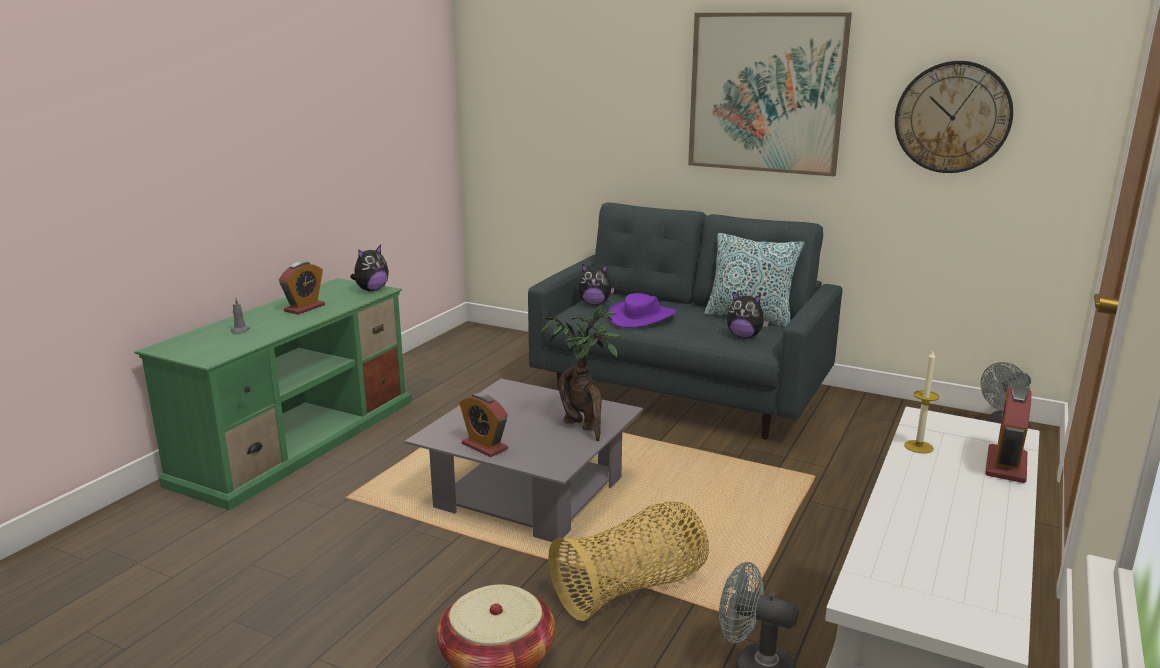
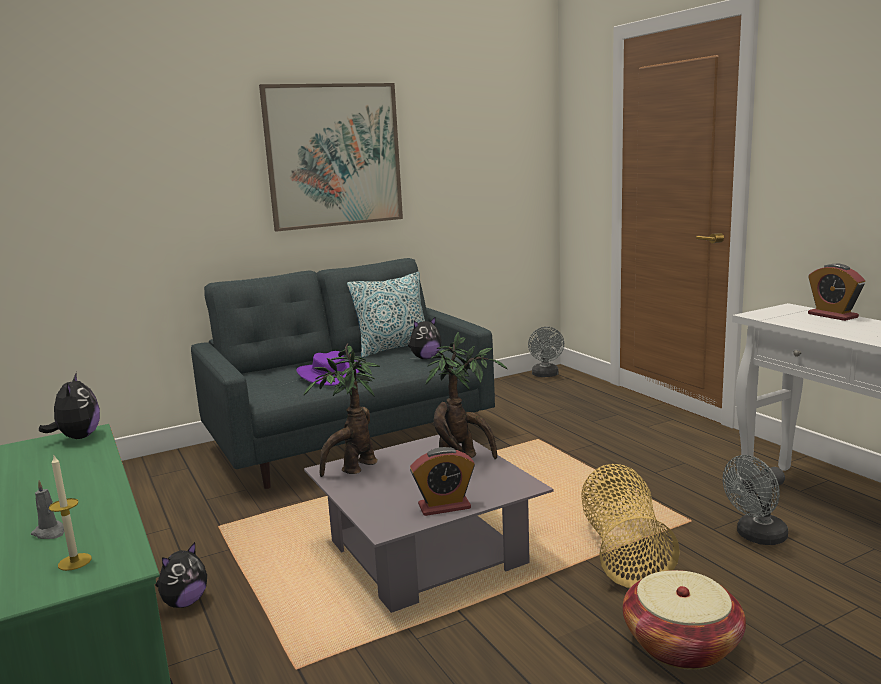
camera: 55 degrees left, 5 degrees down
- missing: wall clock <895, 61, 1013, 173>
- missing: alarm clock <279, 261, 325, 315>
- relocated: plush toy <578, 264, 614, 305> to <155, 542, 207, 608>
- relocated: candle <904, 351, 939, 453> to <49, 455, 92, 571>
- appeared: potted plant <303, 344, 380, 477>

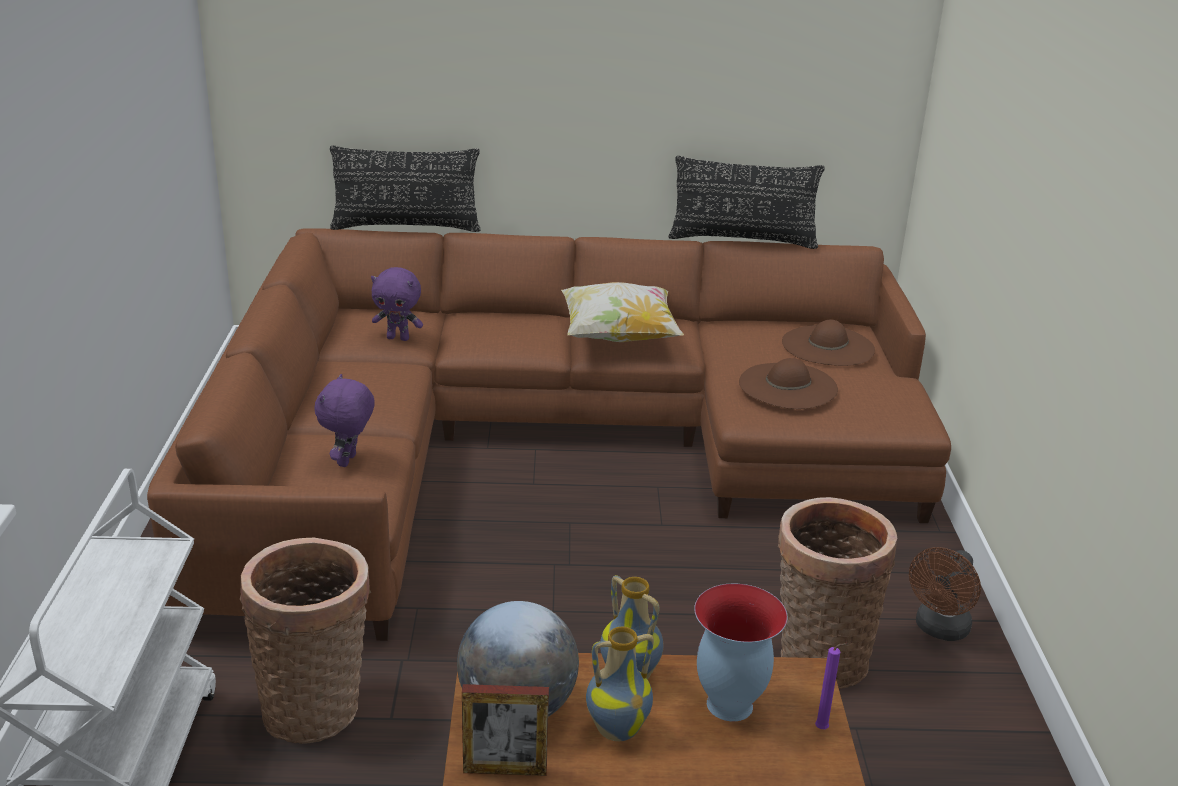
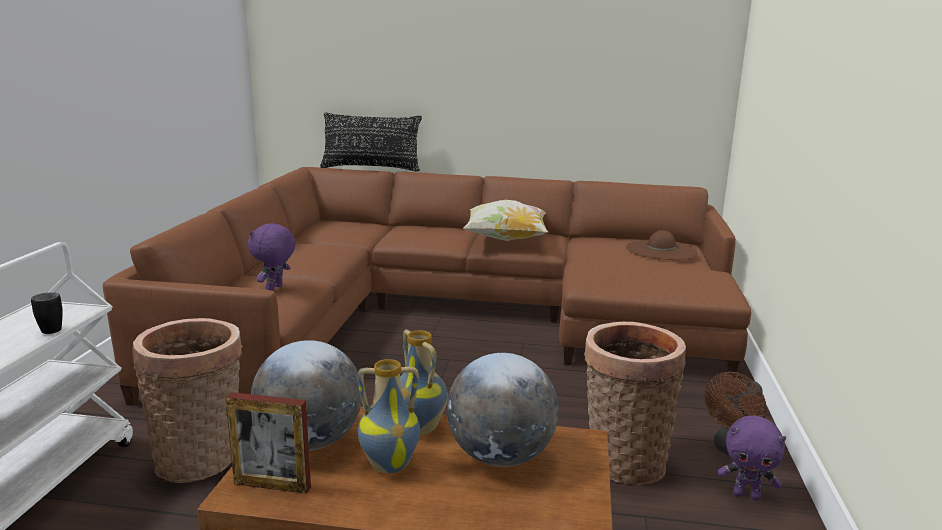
camera: 10 degrees right, 10 degrees down
- missing: pillow in black <668, 156, 825, 249>
- relocated: plush toy in purple <371, 267, 423, 341> to <718, 416, 786, 500>
- missing: hat in brown <739, 358, 838, 409>
- exchanged: vase <694, 584, 788, 722> to globe <447, 353, 559, 467>
- missing: candle in purple <815, 643, 849, 729>
- appeared: mug in black <31, 292, 63, 334>

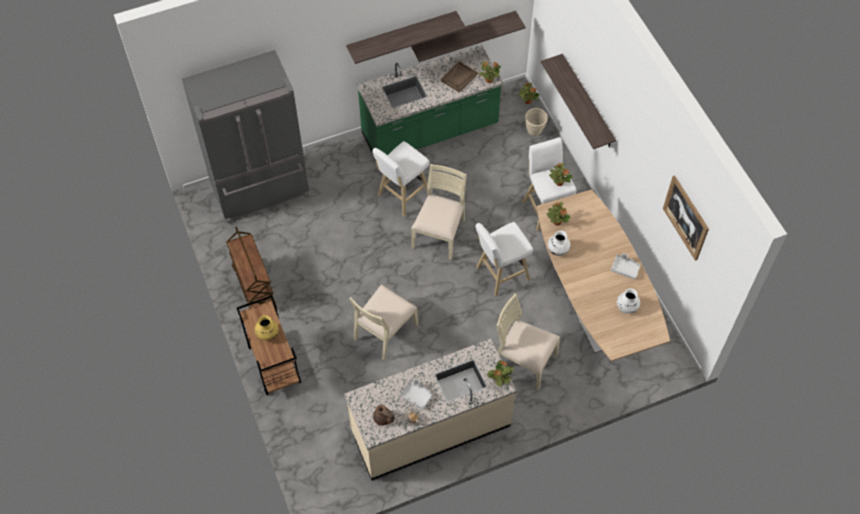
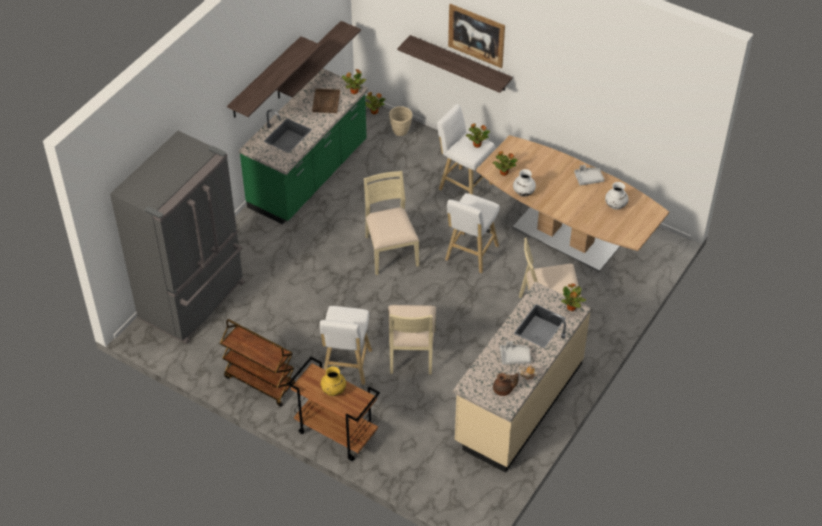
camera: 35 degrees left, 10 degrees down
- relocated: stool in white <372, 141, 430, 216> to <320, 306, 372, 385>
- relocated: picture <663, 175, 709, 261> to <448, 4, 505, 68>

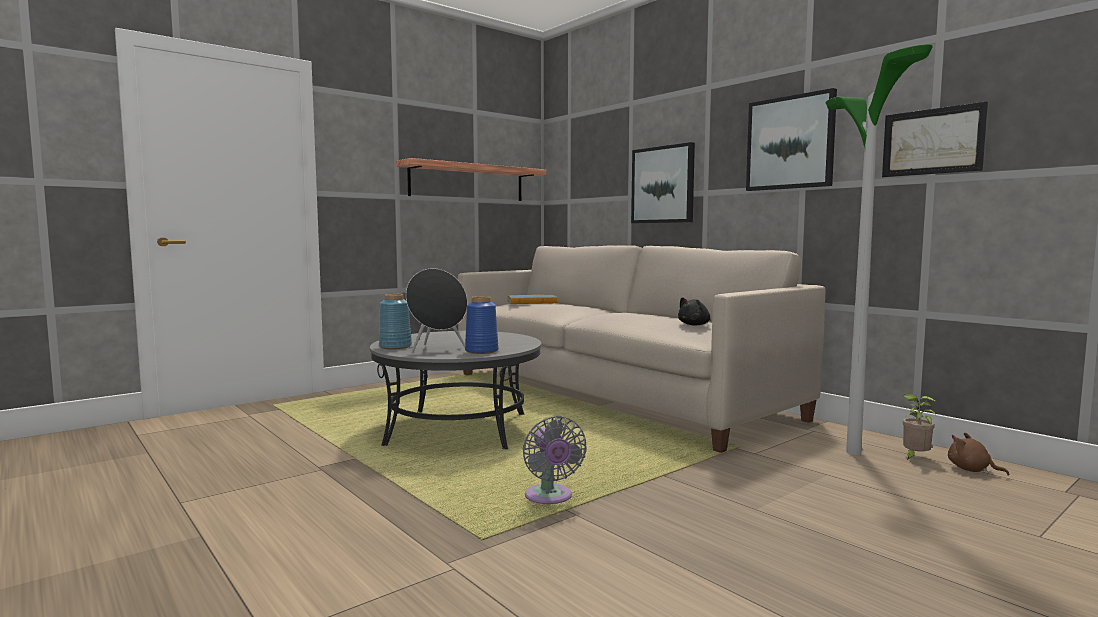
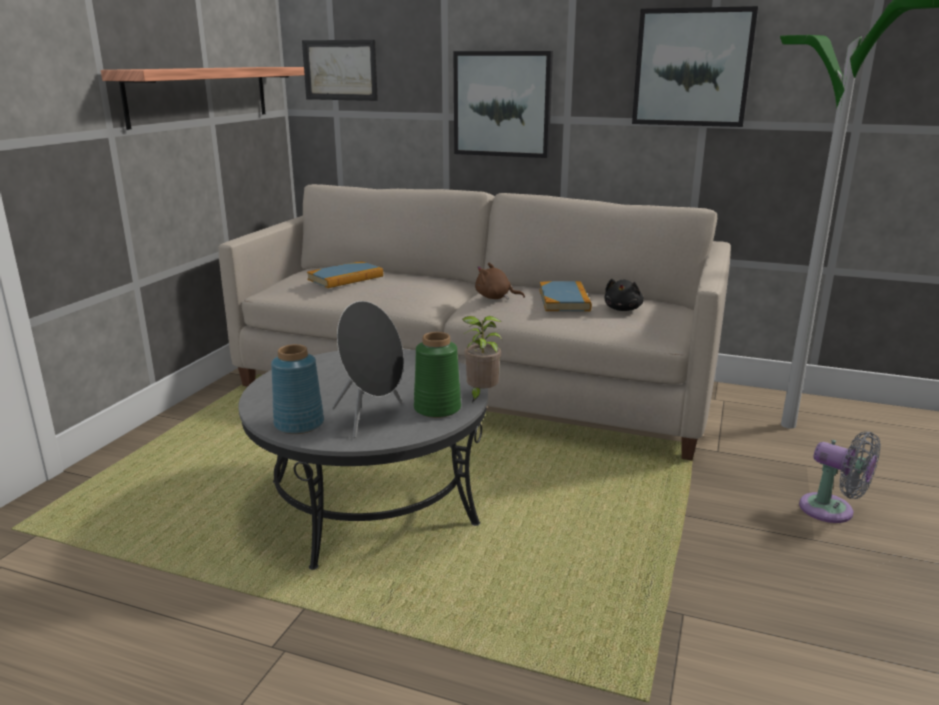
camera: 30 degrees left, 15 degrees up
- relocated: picture <882, 101, 988, 177> to <302, 40, 378, 101>
- colour: vase in blue <465, 296, 499, 354> to vase in green <414, 332, 461, 418>
- relocated: potted plant <902, 394, 936, 461> to <462, 316, 502, 404>
- relocated: fan in grey <523, 416, 587, 504> to <799, 432, 881, 523>
- relocated: plush toy in brown <948, 433, 1009, 476> to <475, 263, 525, 300>
- appeared: book <539, 281, 592, 311>

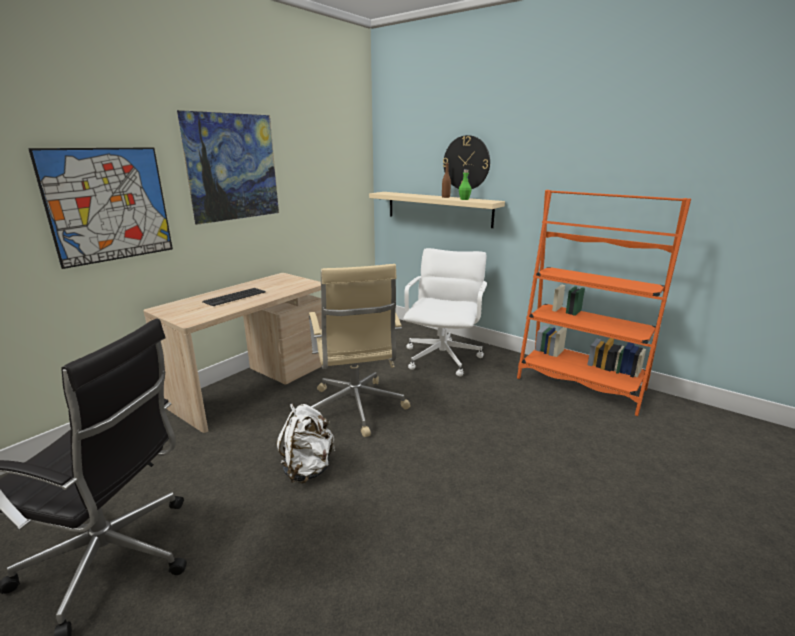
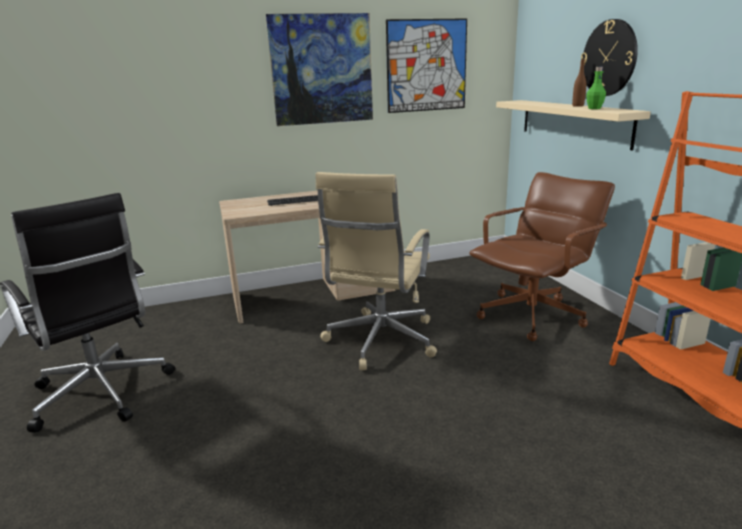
camera: 35 degrees right, 0 degrees up
- relocated: picture <28, 147, 173, 269> to <386, 18, 467, 113>
- colour: office chair in white <403, 248, 487, 376> to office chair in brown <469, 172, 615, 341>
- missing: backpack in white <277, 403, 335, 484>

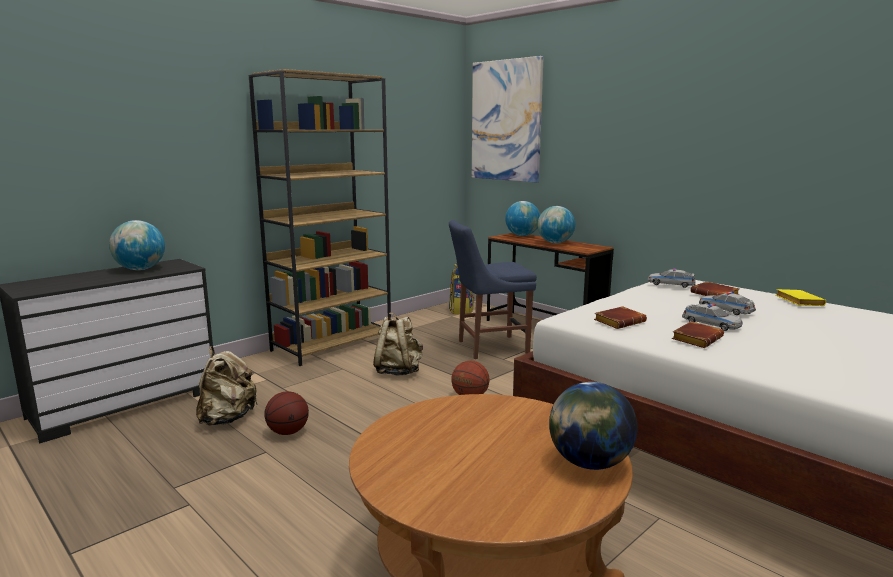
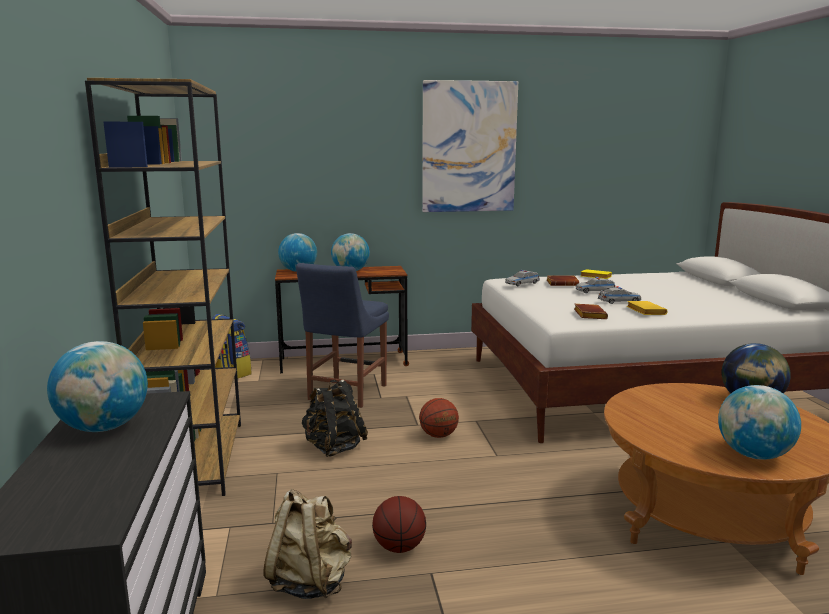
camera: 55 degrees left, 0 degrees up
- relocated: picture <472, 56, 544, 182> to <422, 80, 518, 212>
- colour: backpack in beige <373, 312, 423, 376> to backpack in black <302, 380, 368, 457>
- colour: book in brown <672, 321, 724, 348> to book in yellow <627, 301, 667, 315>
- appeared: globe <718, 385, 801, 460>

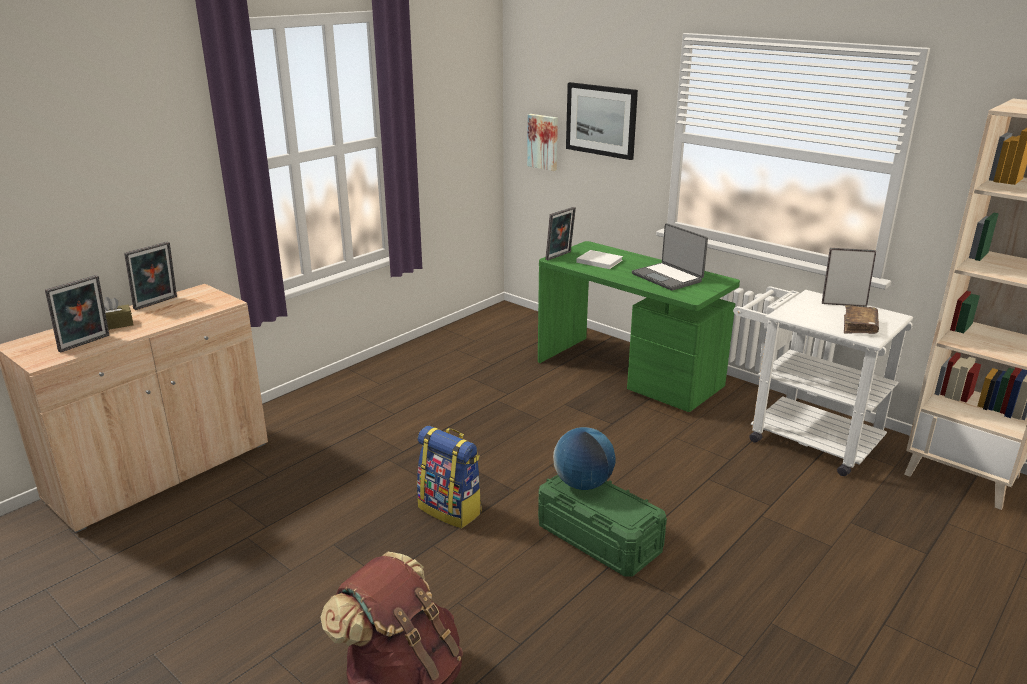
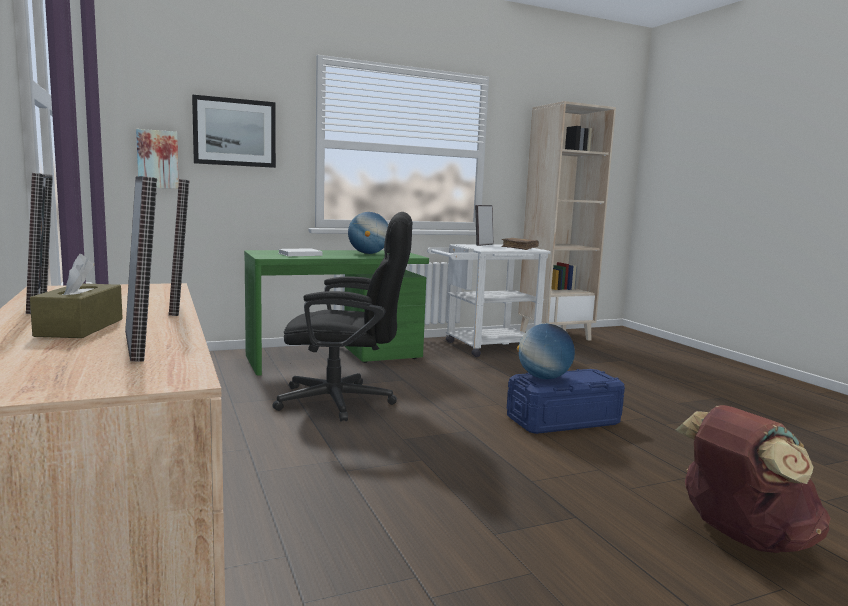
camera: 65 degrees left, 15 degrees down
- relocated: picture frame <545, 207, 576, 261> to <169, 179, 190, 316>
- exchanged: laptop <632, 223, 708, 291> to globe <348, 212, 388, 254>
- missing: backpack <417, 425, 482, 528>
- colour: storage box in green <538, 475, 667, 577> to storage box in blue <507, 369, 625, 434>
- appeared: office chair in black <272, 212, 412, 422>

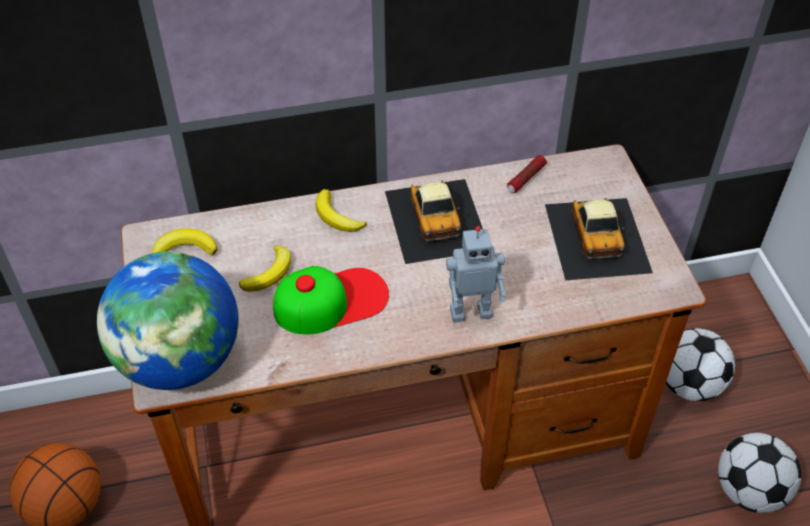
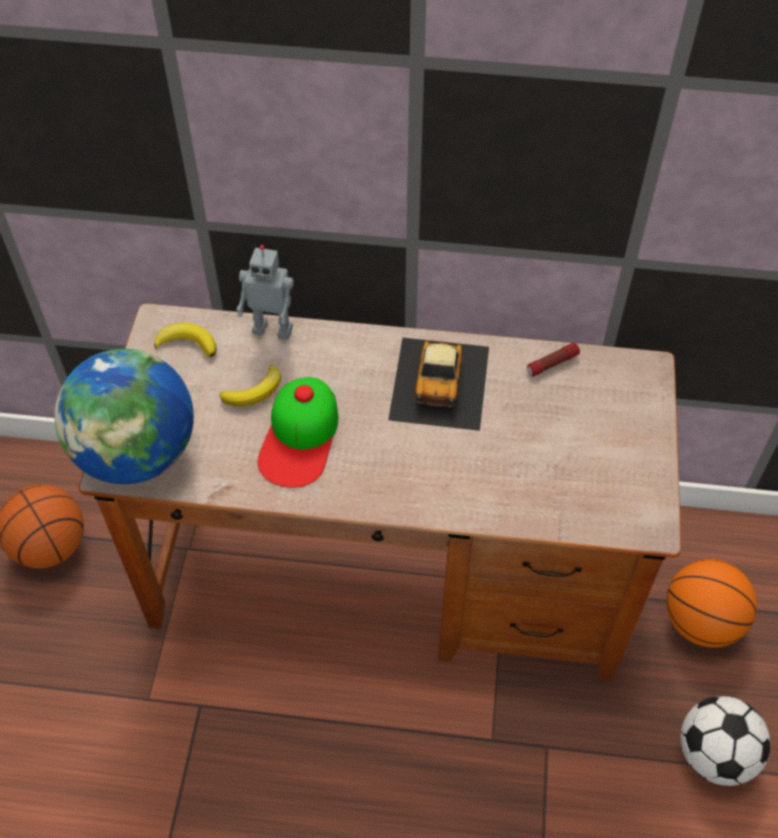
camera: 20 degrees right, 5 degrees up
- missing: banana <316, 189, 367, 232>
- missing: toy car <545, 198, 653, 280>
- relocated: toy robot <446, 226, 506, 322> to <237, 245, 294, 340>
- spun: cap <273, 266, 389, 335> = <258, 377, 338, 488> 105 degrees clockwise
- exchanged: football <666, 328, 735, 401> to basketball <666, 559, 757, 648>

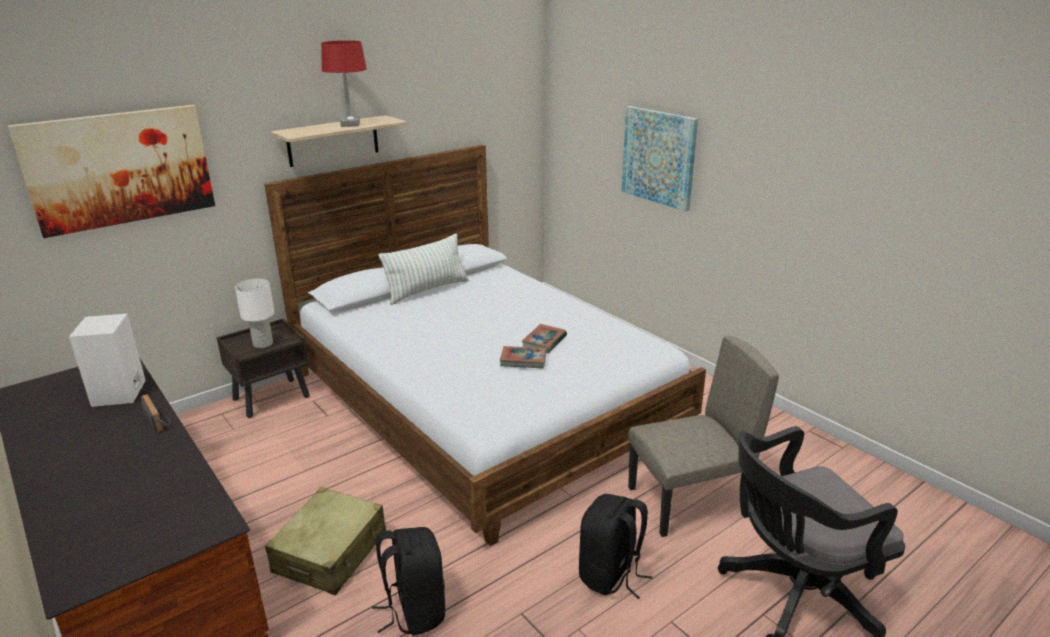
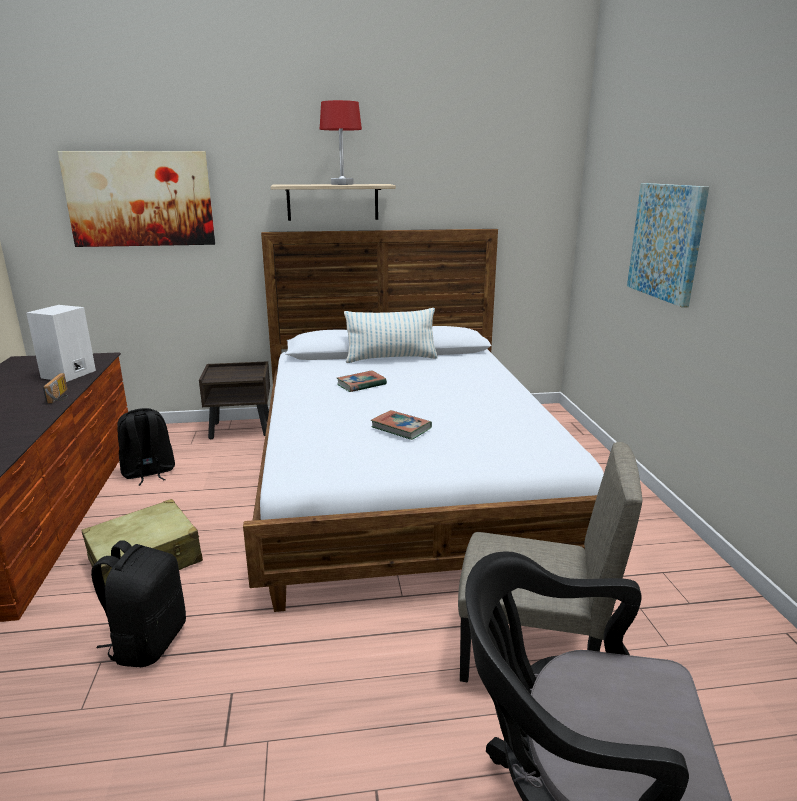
camera: 30 degrees right, 5 degrees down
- missing: table lamp in white <235, 279, 275, 348>
- relocated: book <522, 324, 567, 353> to <337, 370, 387, 392>
- relocated: backpack in black <579, 494, 652, 599> to <117, 408, 175, 486>

